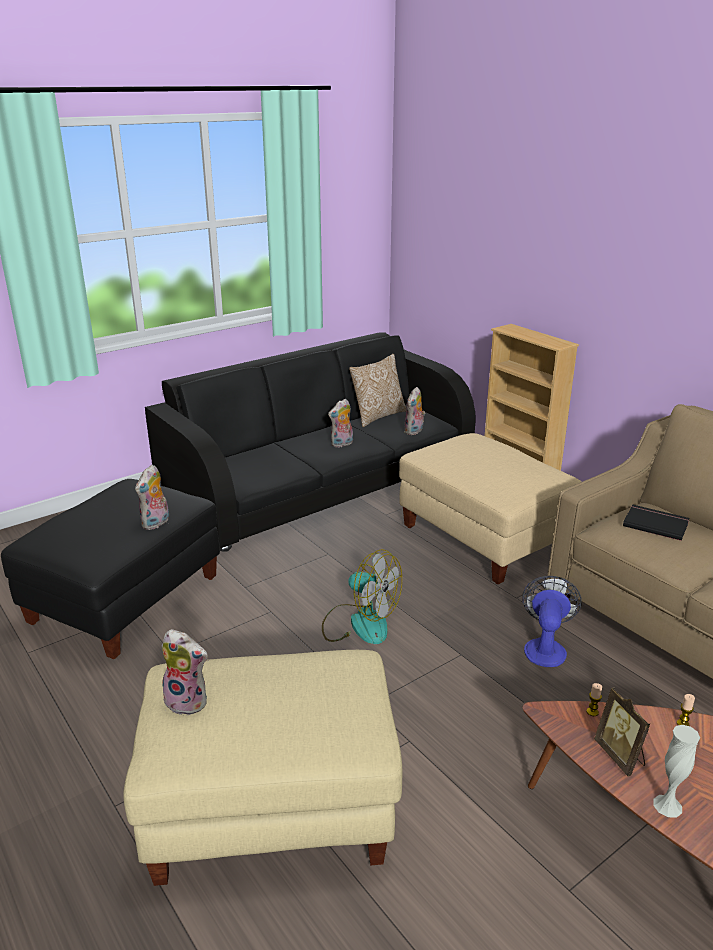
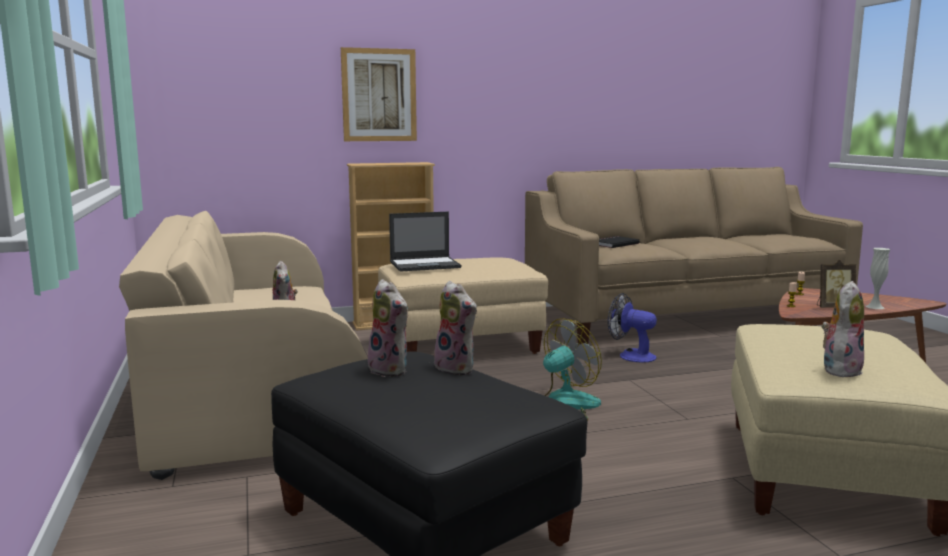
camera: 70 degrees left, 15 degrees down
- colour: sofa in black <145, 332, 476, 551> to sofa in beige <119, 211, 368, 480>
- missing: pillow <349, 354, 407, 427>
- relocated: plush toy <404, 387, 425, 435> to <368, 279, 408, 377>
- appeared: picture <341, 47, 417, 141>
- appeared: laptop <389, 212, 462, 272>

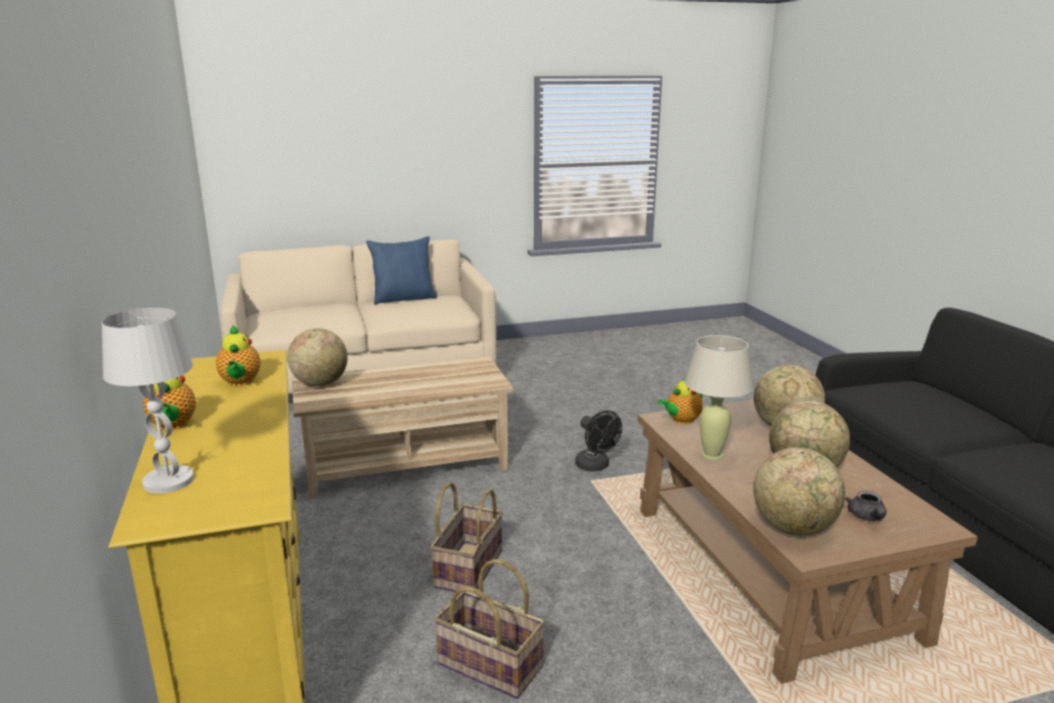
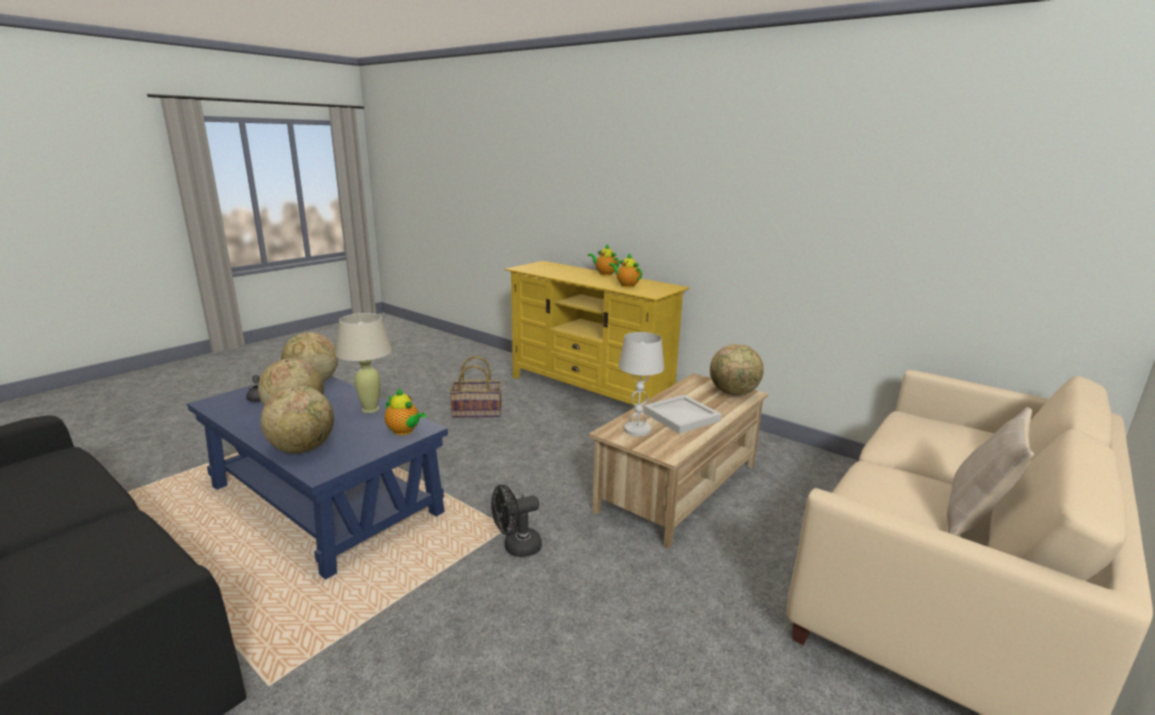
camera: 145 degrees right, 0 degrees up
- colour: pillow in blue <366, 236, 437, 304> to pillow in beige <947, 407, 1034, 536>
- relocated: table lamp in white <102, 308, 194, 494> to <618, 332, 664, 436>
- spun: teapot <658, 376, 703, 424> = <385, 388, 426, 435> 105 degrees clockwise
- colour: coffee table in brown <638, 399, 978, 684> to coffee table in blue <187, 376, 448, 580>
- spun: fan in black <575, 410, 622, 471> = <491, 485, 542, 557> 45 degrees counterclockwise
- missing: basket <430, 482, 503, 592>
- appeared: tray in white <643, 395, 722, 434>

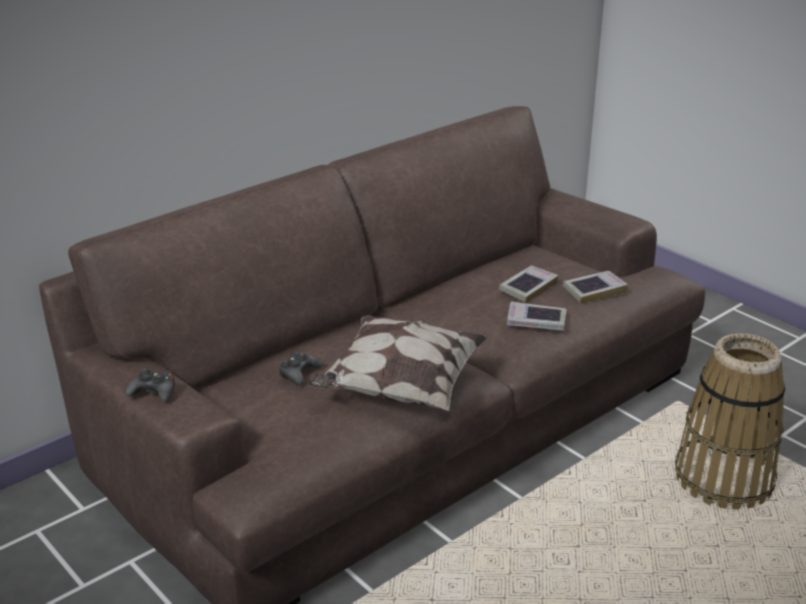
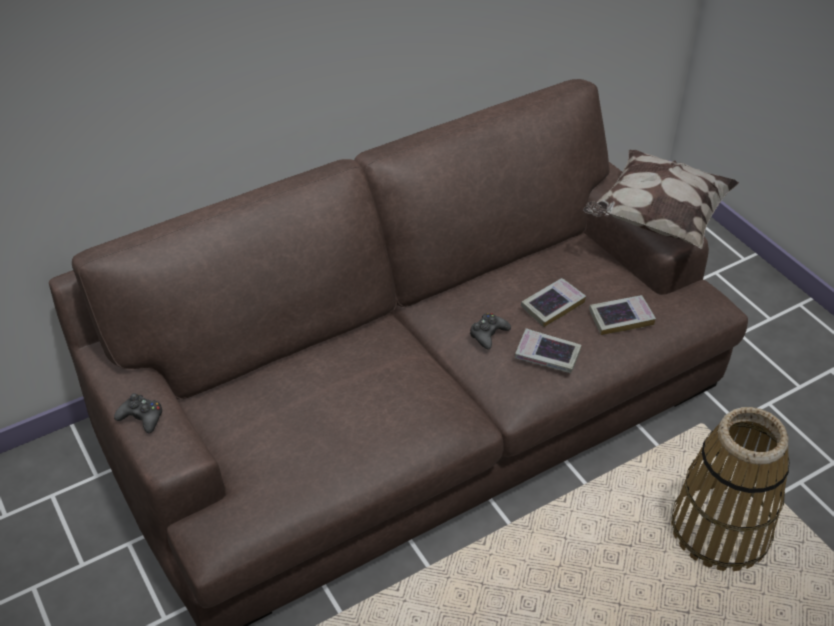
camera: 10 degrees right, 15 degrees up
- relocated: pillow <308, 315, 488, 411> to <583, 150, 739, 249>
- relocated: game controller in black <279, 352, 323, 385> to <470, 313, 511, 350>

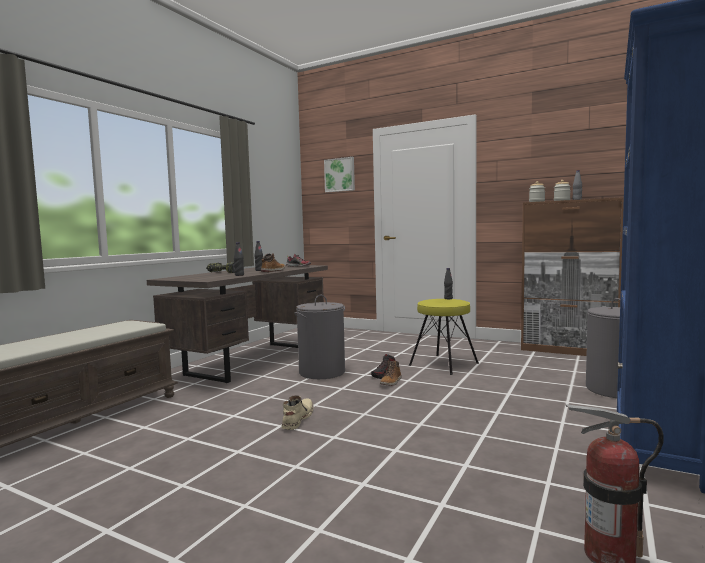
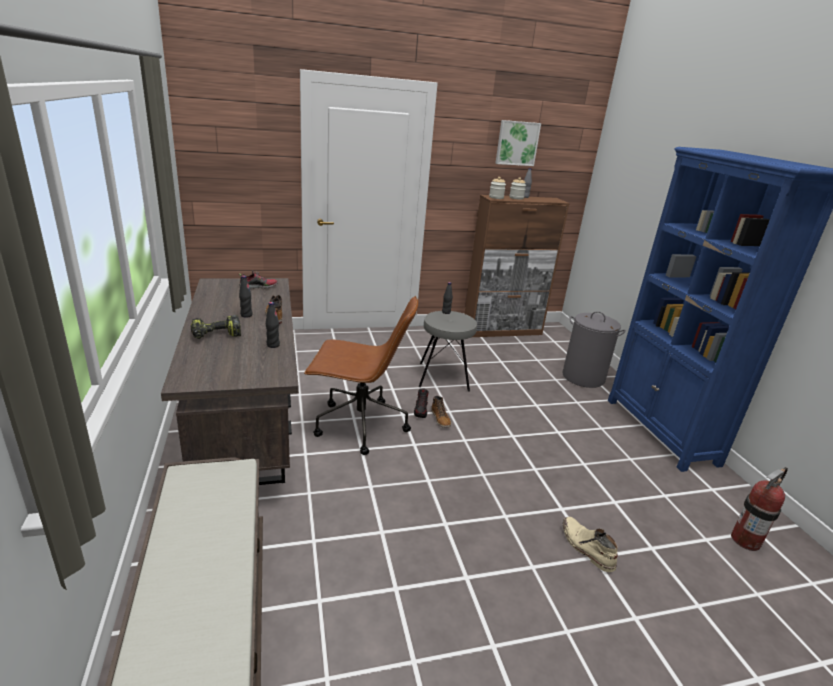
camera: 45 degrees left, 20 degrees up
- relocated: picture <324, 157, 355, 192> to <495, 120, 541, 166>
- exchanged: laundry basket in grey <294, 295, 345, 379> to office chair in brown <304, 296, 418, 455>
- colour: stool in yellow <409, 299, 479, 375> to stool in grey <419, 311, 477, 392>
- relocated: boot in beige <281, 395, 314, 430> to <563, 517, 618, 572>

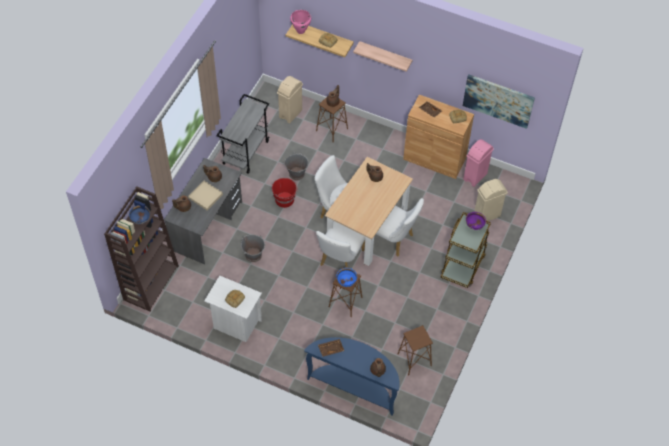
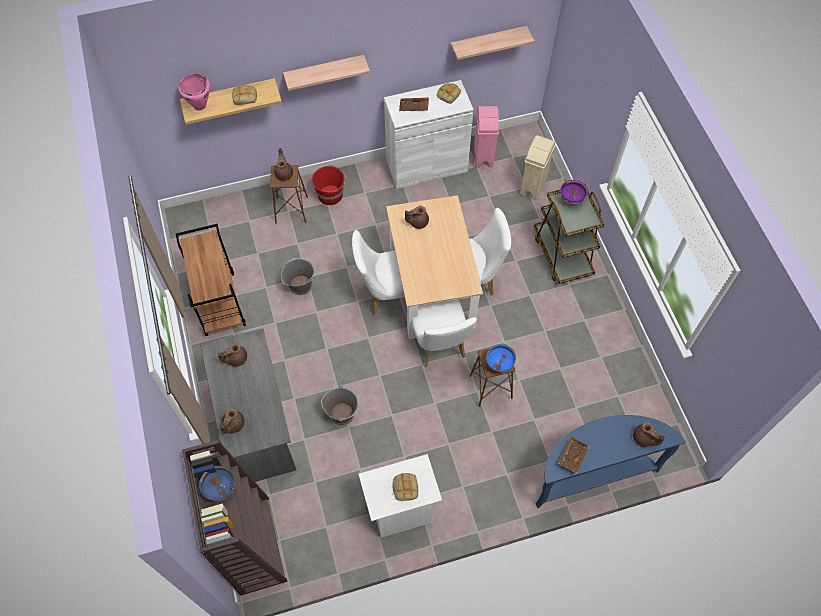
camera: 40 degrees left, 5 degrees up
- exchanged: picture <463, 74, 535, 129> to shelf <451, 26, 534, 60>
- missing: trash can in beige <277, 76, 303, 124>
- colour: cart in grey <216, 94, 269, 174> to cart in brown <176, 224, 246, 336>
- colour: cabinet in brown <403, 95, 474, 179> to cabinet in white <384, 80, 474, 189>
- relocated: bucket in red <272, 178, 298, 208> to <312, 165, 346, 205>
- missing: tray in beige <188, 181, 223, 210>
- missing: stool in brown <398, 325, 433, 376>

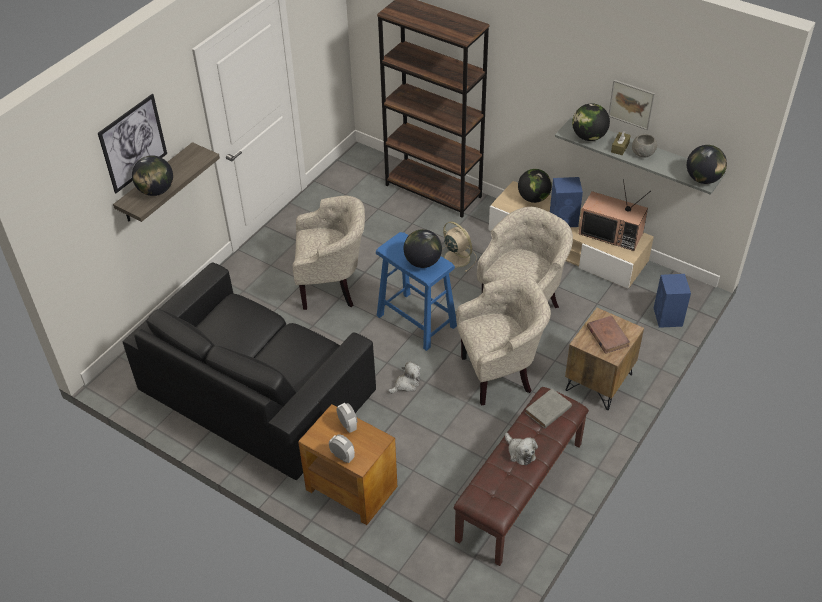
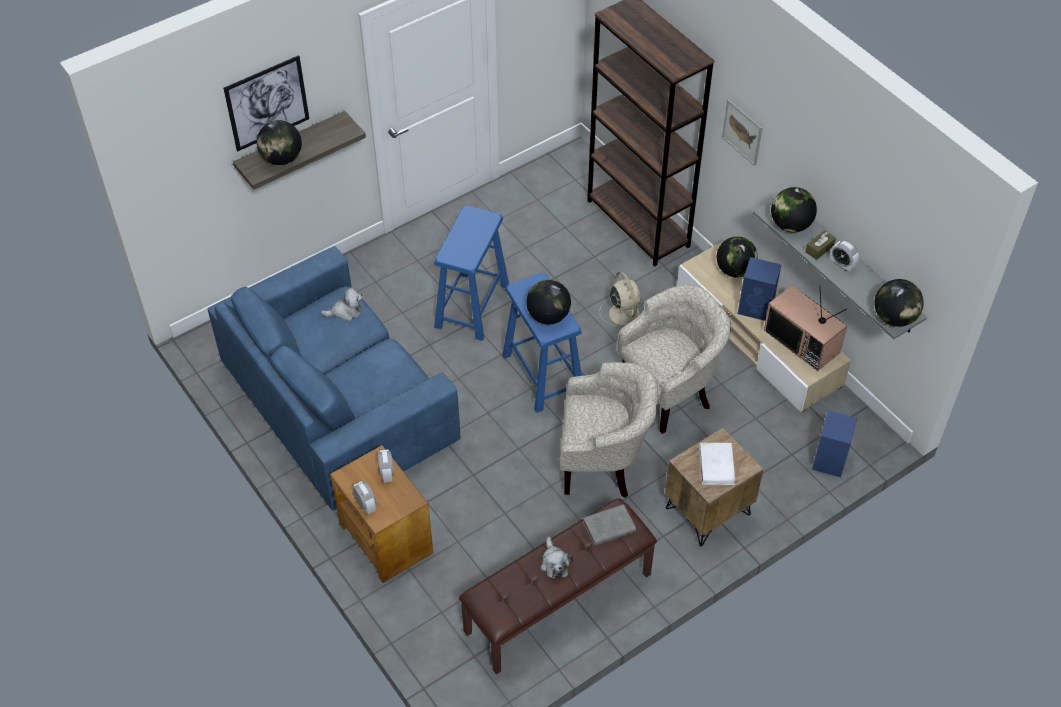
camera: 20 degrees right, 5 degrees up
- relocated: picture <608, 79, 655, 130> to <722, 100, 763, 166>
- exchanged: bowl in grey <632, 134, 657, 158> to alarm clock <831, 240, 859, 271>
- exchanged: armchair in beige <293, 196, 365, 310> to stool in blue <434, 206, 509, 341>
- colour: sofa in black <123, 262, 376, 480> to sofa in blue <207, 246, 461, 511>
- colour: book in brown <587, 316, 630, 354> to book in white <699, 443, 735, 485>
- relocated: plush toy <388, 361, 421, 394> to <321, 287, 363, 321>

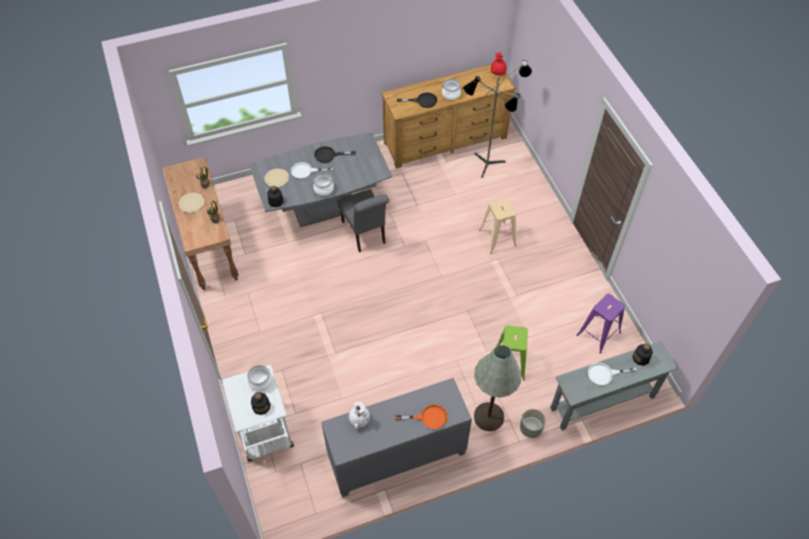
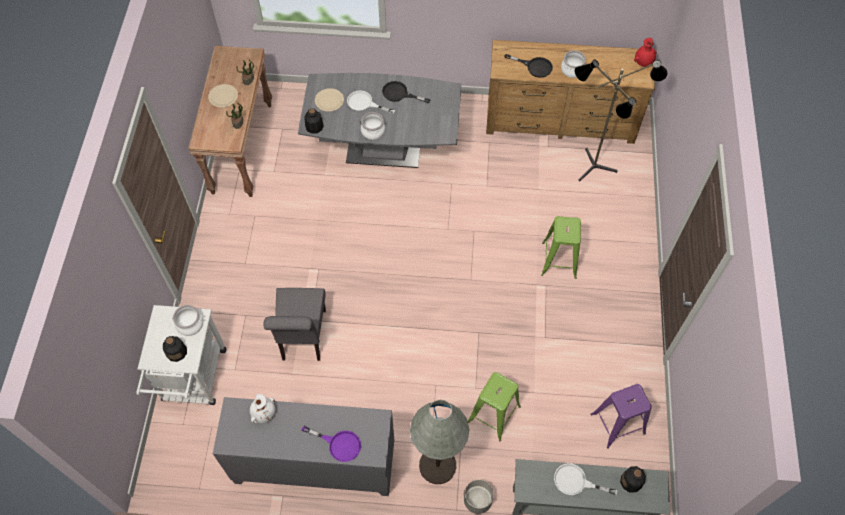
camera: 25 degrees right, 5 degrees up
- relocated: chair in grey <337, 189, 389, 252> to <263, 288, 326, 361>
- colour: stool in beige <479, 198, 517, 254> to stool in green <541, 216, 581, 279>
- colour: frying pan in orange <395, 404, 448, 429> to frying pan in purple <302, 426, 361, 462>

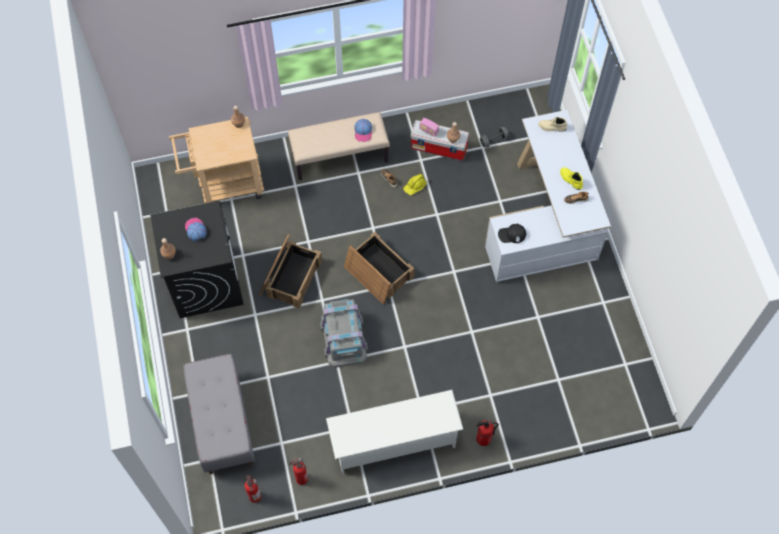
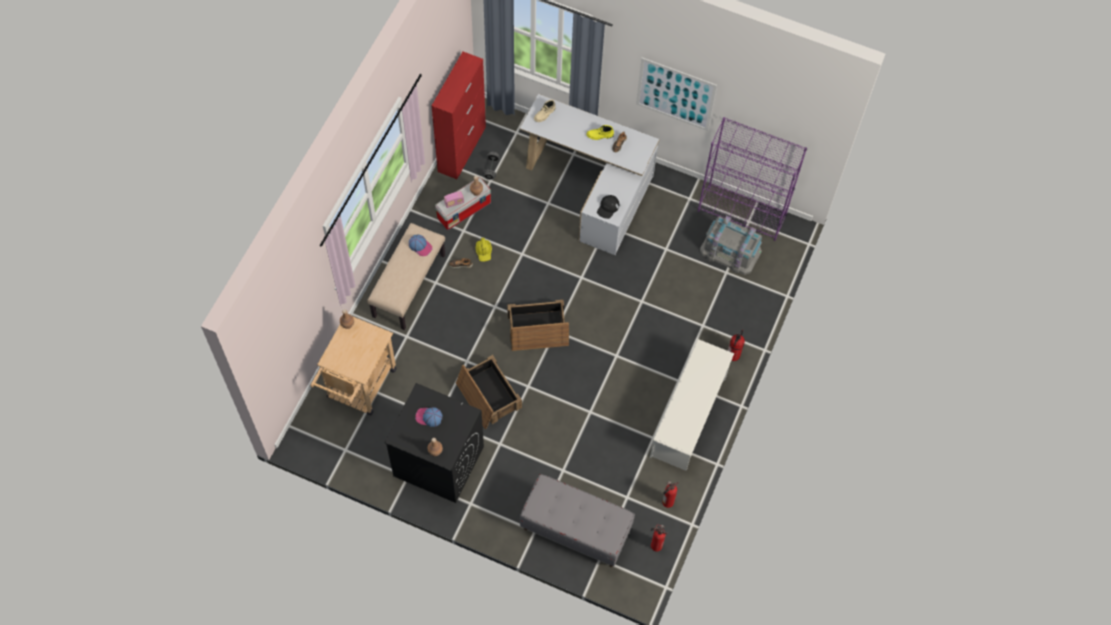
camera: 55 degrees left, 0 degrees up
- relocated: storage box in grey <320, 299, 368, 367> to <700, 216, 762, 275>
- appeared: cabinet in red <432, 52, 486, 179>
- appeared: picture <636, 57, 717, 131>
- appeared: bookcase in purple <698, 117, 807, 241>

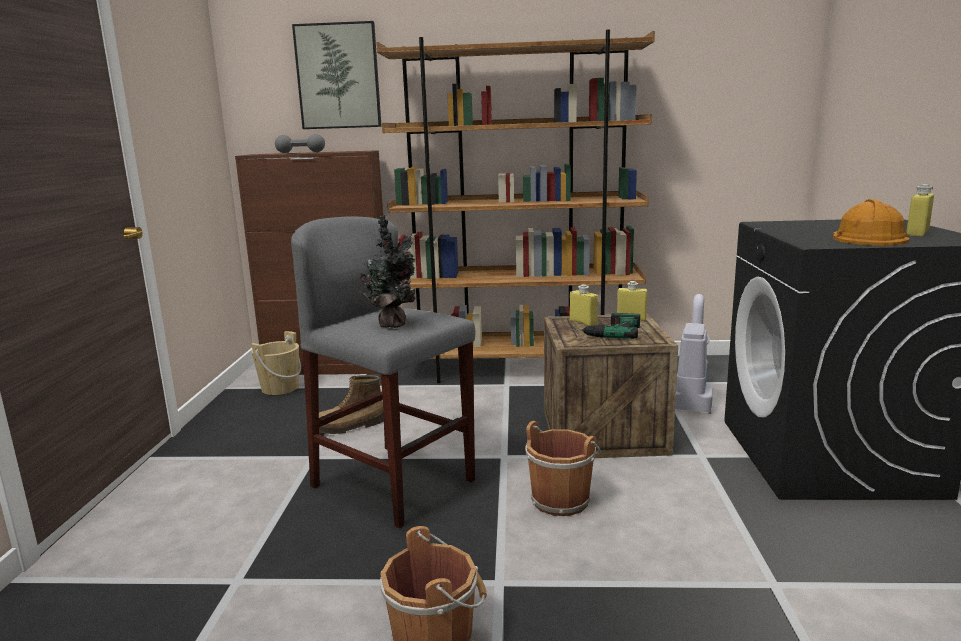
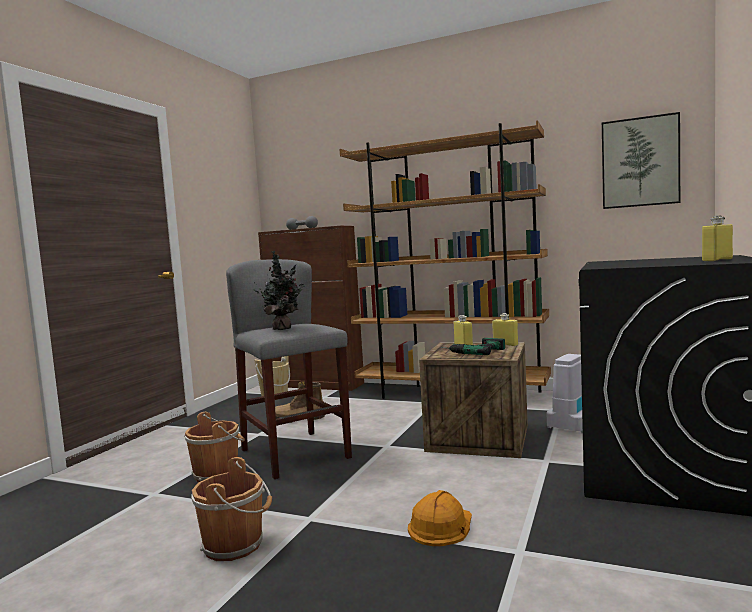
camera: 20 degrees right, 10 degrees down
- relocated: picture <292, 21, 382, 129> to <602, 112, 680, 209>
- relocated: hard hat in orange <833, 199, 910, 246> to <408, 490, 472, 546>
- relocated: bucket in brown <525, 421, 601, 516> to <184, 412, 245, 482>

